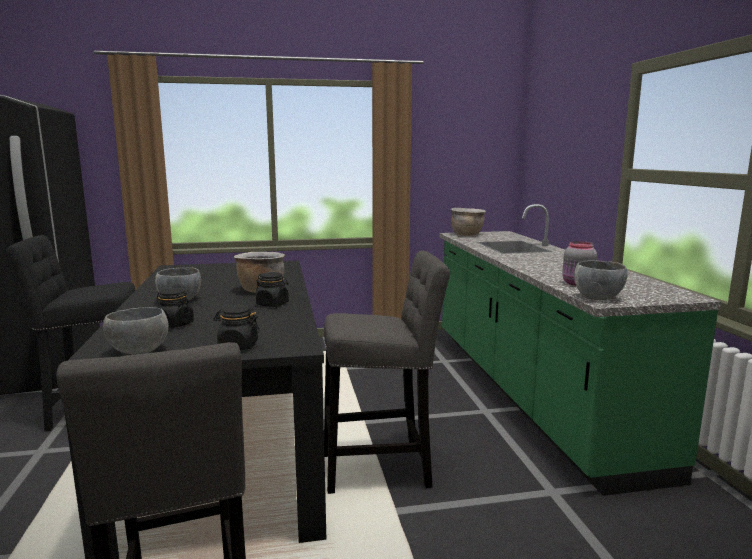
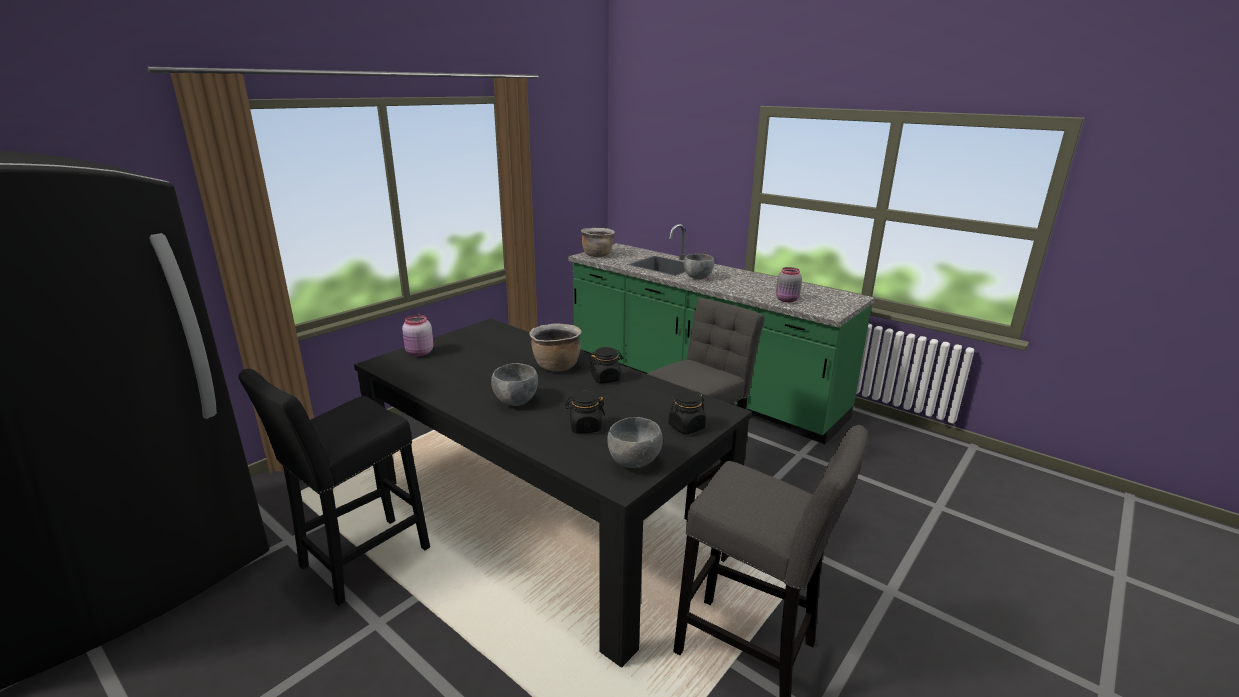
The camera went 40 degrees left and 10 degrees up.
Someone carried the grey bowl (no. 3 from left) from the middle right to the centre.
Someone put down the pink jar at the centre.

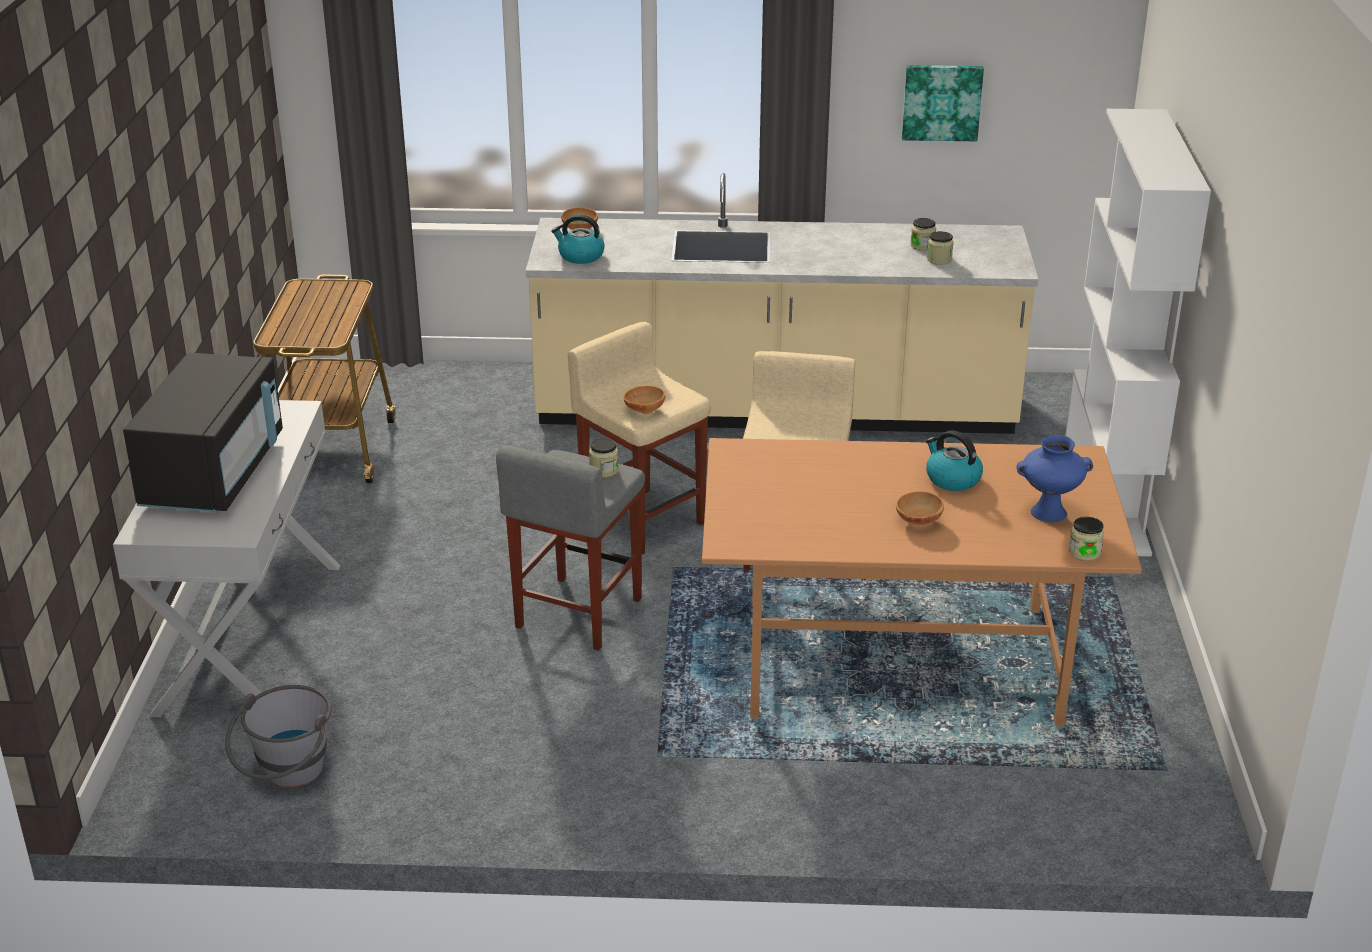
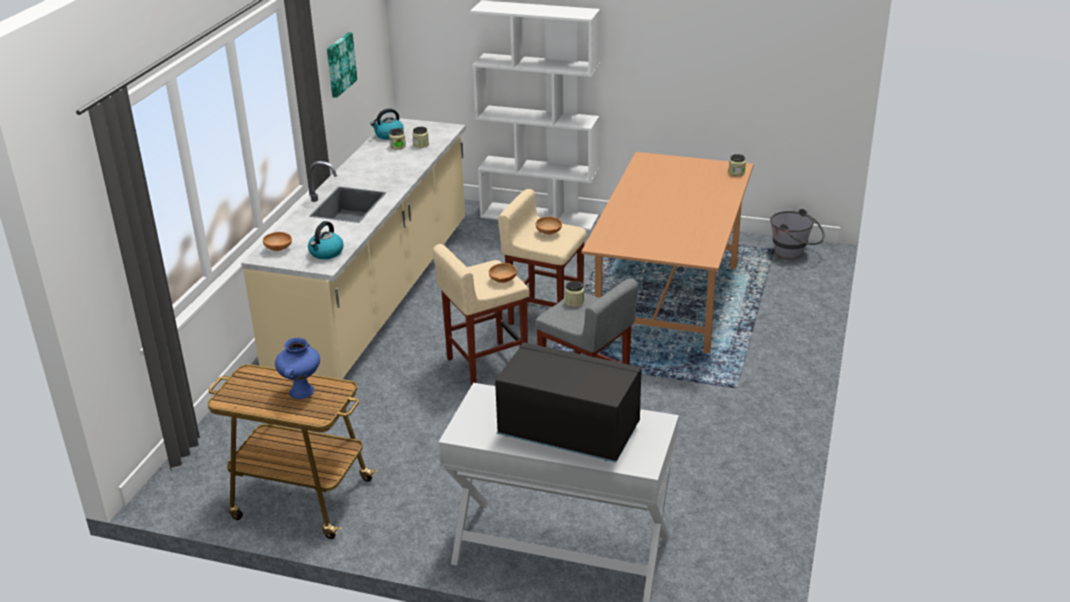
The camera went 75 degrees left and 0 degrees up.
Someone carried the kettle (no. 2 from left) from the middle right to the top centre.
Someone carried the blue vase from the middle right to the middle left.
Someone carried the brown bowl (no. 3 from left) from the middle right to the centre.
Someone carried the grey bucket from the bottom left to the middle right.

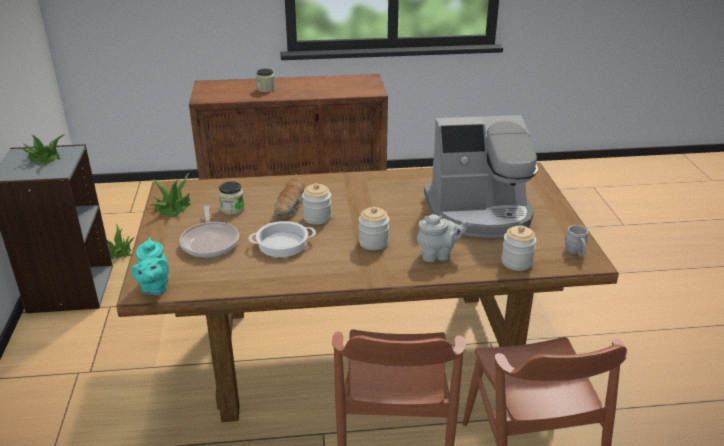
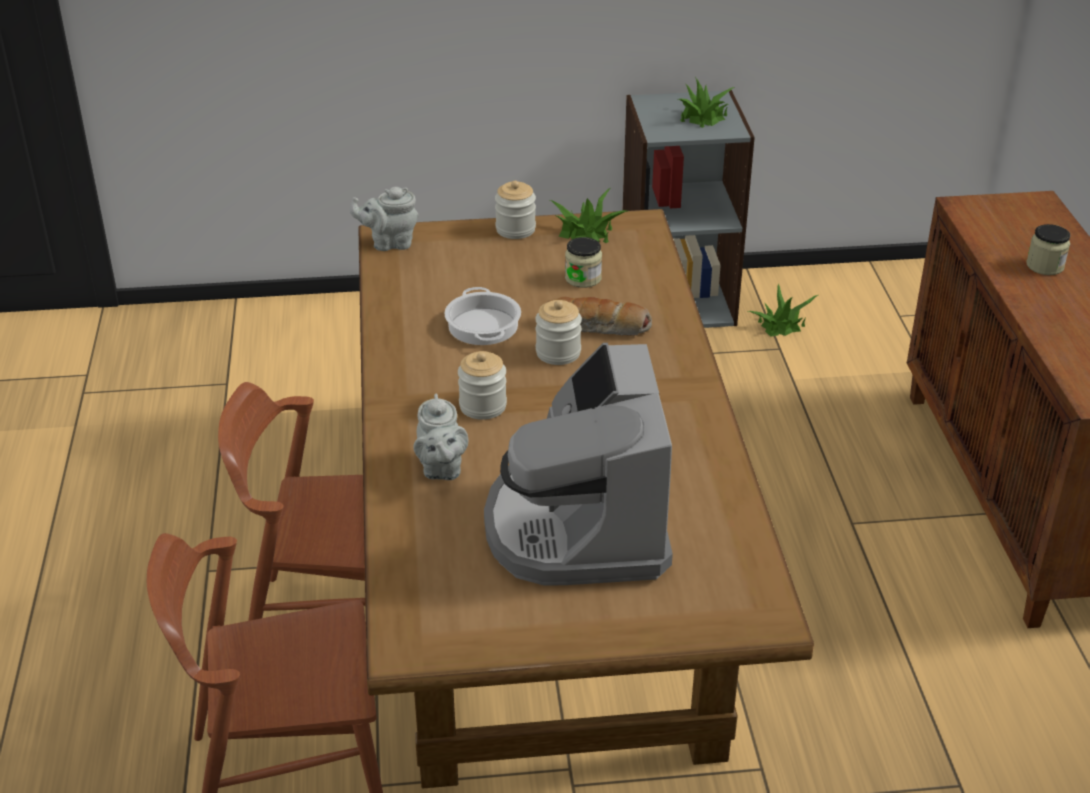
The camera went 90 degrees right and 5 degrees up.
Someone took away the frying pan at the middle left.
Someone took away the grey mug at the middle right.
Someone carried the jar (no. 5 from left in the first image) from the middle right to the top centre.
Someone repainted the turquoise teapot at the middle left, which became the grey teapot (no. 1 from left) at the top centre.

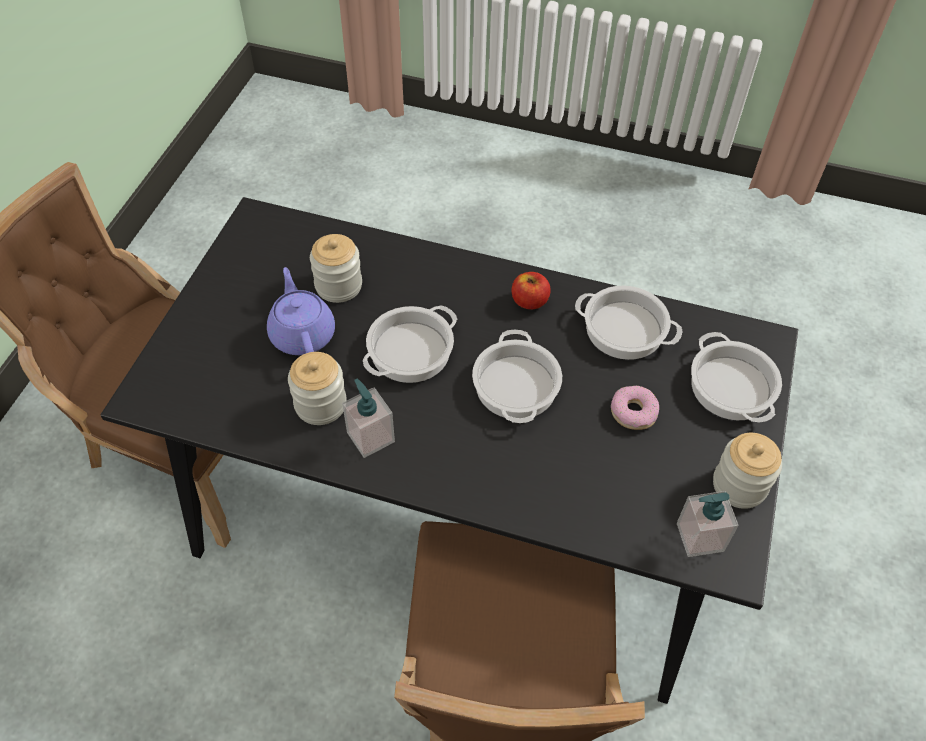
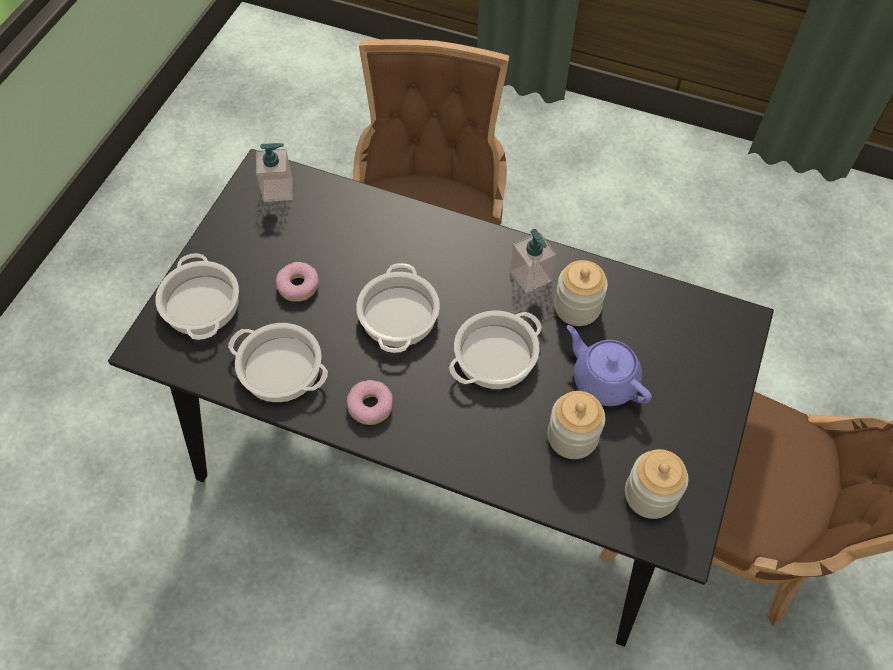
The camera went 175 degrees left and 5 degrees up.
Someone rotated the purple teapot at the middle left by 150 degrees clockwise.
Someone swapped the apple at the centre for the donut (no. 2 from left) at the centre.
Someone carried the jar (no. 3 from left) from the middle right to the bottom right.

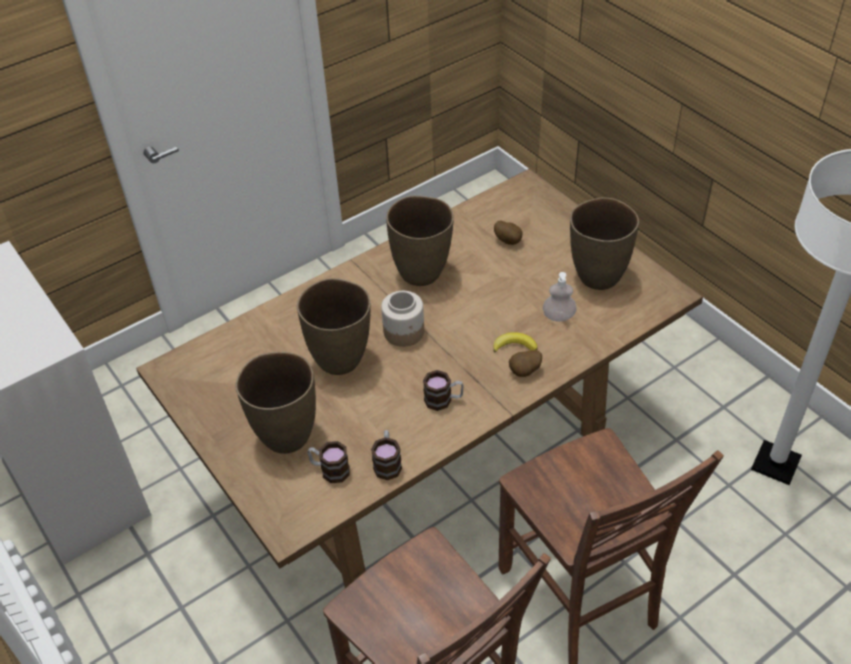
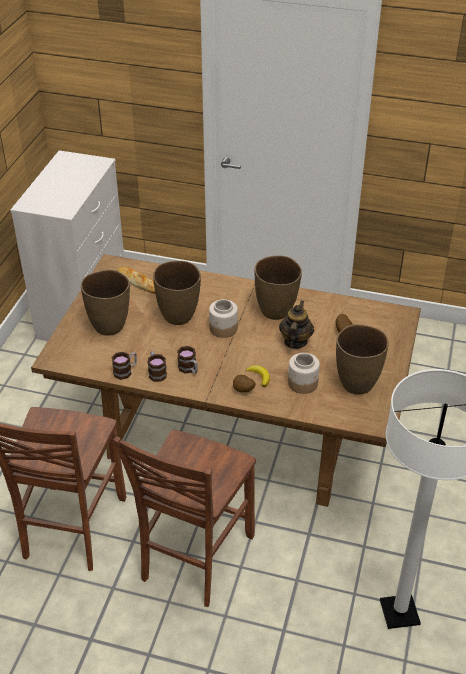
The camera went 50 degrees right and 5 degrees down.
Someone swapped the soap dispenser at the centre for the jar (no. 2 from left) at the centre.
Someone carried the mug (no. 1 from left in the first image) from the bottom centre to the centre.
Someone put down the bread at the middle left.
Someone put down the teapot at the centre.

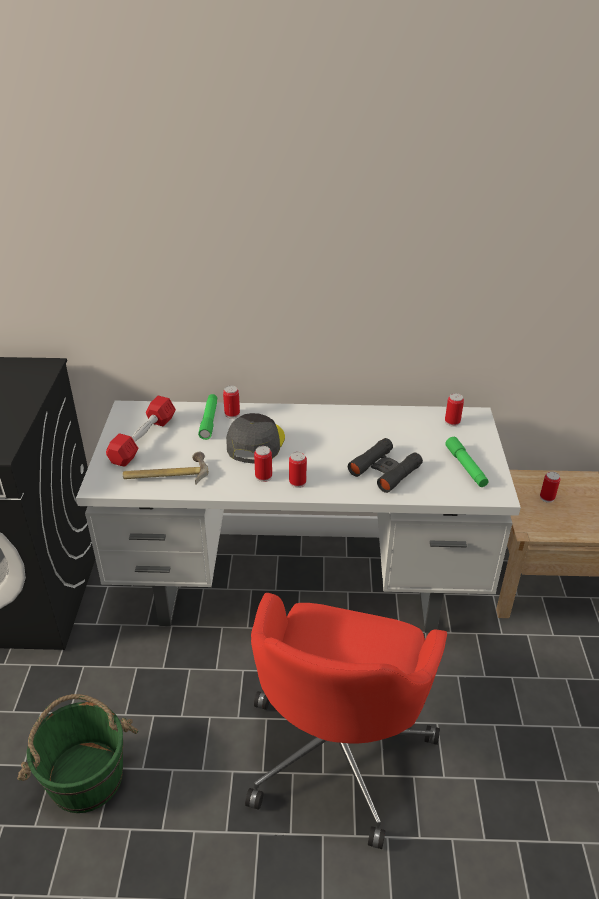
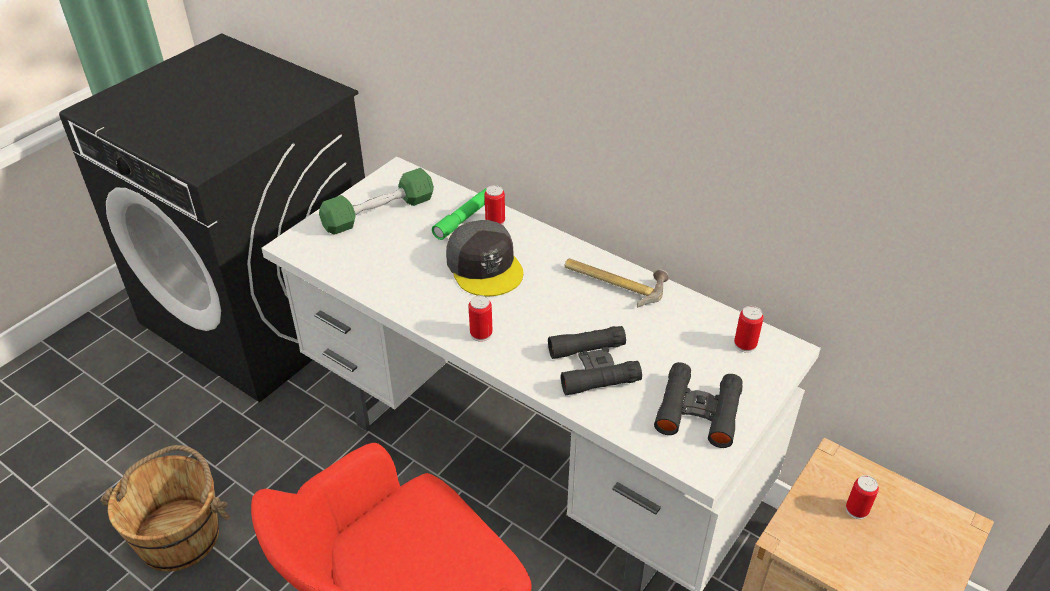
The camera went 35 degrees right and 5 degrees up.
Someone repainted the red dumbbell at the middle left, which became the green dumbbell at the centre.
Someone rotated the grey cap at the centre by 105 degrees clockwise.
Someone swapped the green flashlight (no. 2 from left) at the middle right for the black binoculars (no. 2 from left) at the bottom centre.
Someone took away the can (no. 2 from left) at the centre.
Someone carried the hammer from the middle left to the centre.
Someone repainted the green bucket at the bottom left, which became the brown bucket at the bottom left.

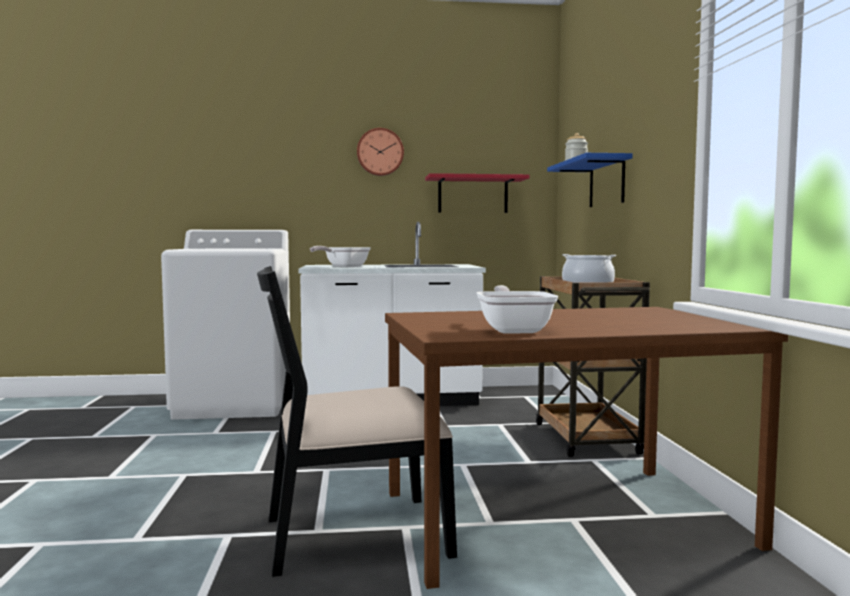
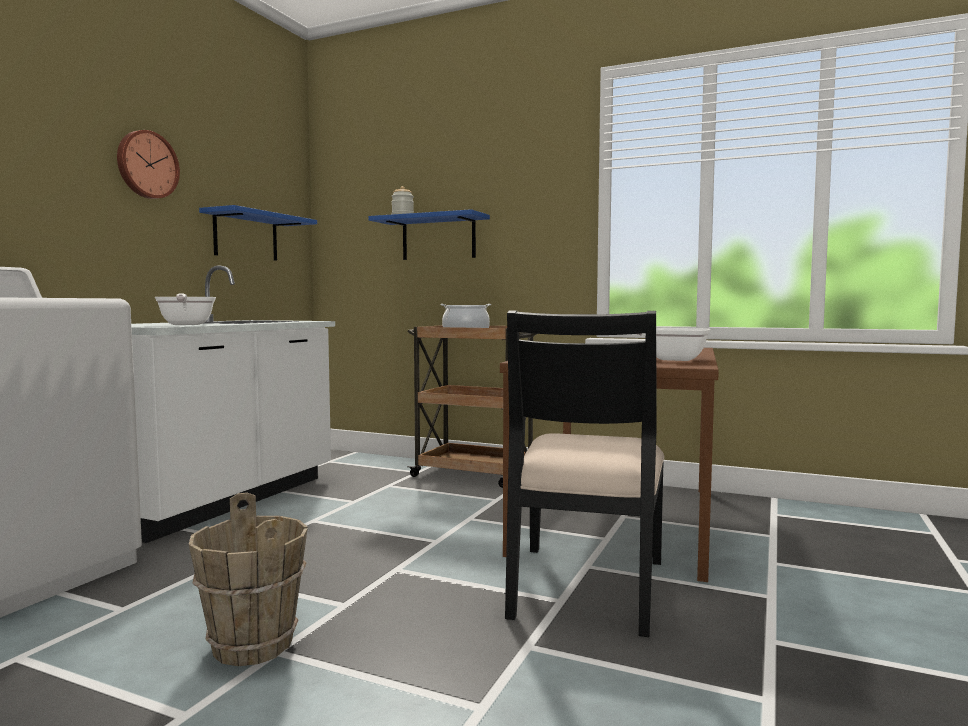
The camera went 60 degrees left and 0 degrees up.
Someone repainted the red shelf at the top centre, which became the blue shelf (no. 1 from left) at the top left.
Someone put down the brown bucket at the bottom left.

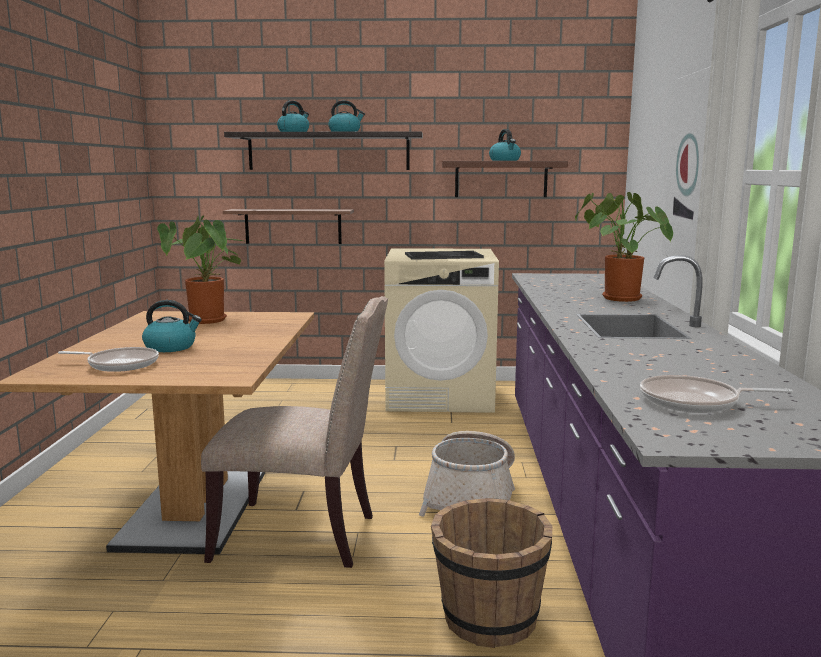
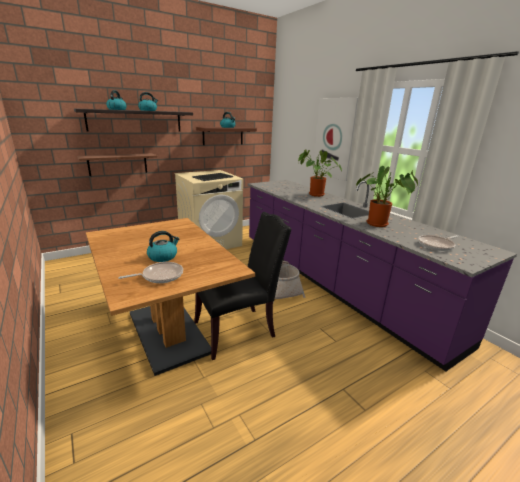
The camera went 35 degrees left and 10 degrees up.
Someone carried the potted plant (no. 1 from left in the first image) from the middle left to the middle right.
Someone repainted the beige chair at the centre, which became the black chair at the centre.
Someone took away the brown bucket at the bottom centre.

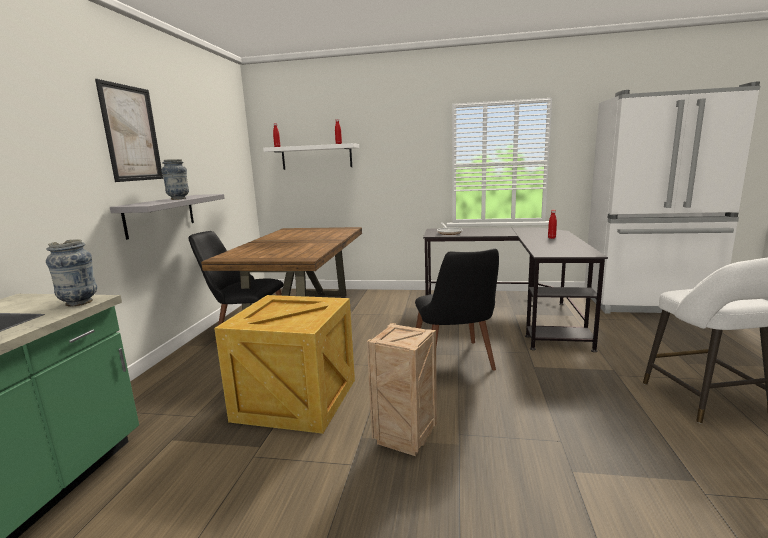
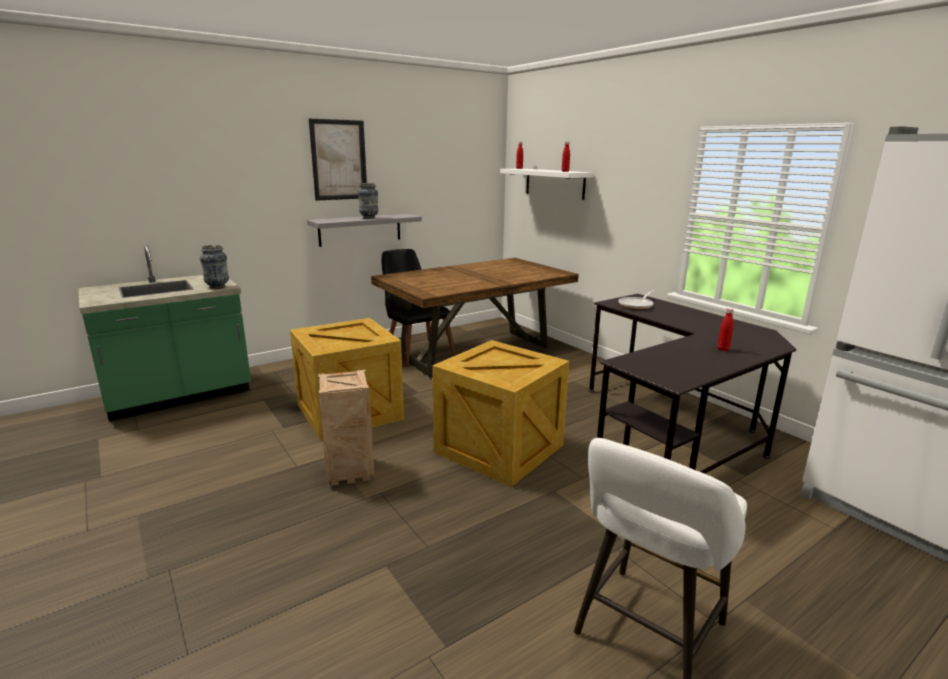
The camera went 45 degrees right and 5 degrees up.
Someone swapped the black chair (no. 2 from left) at the centre for the crate (no. 3 from left) at the centre.

